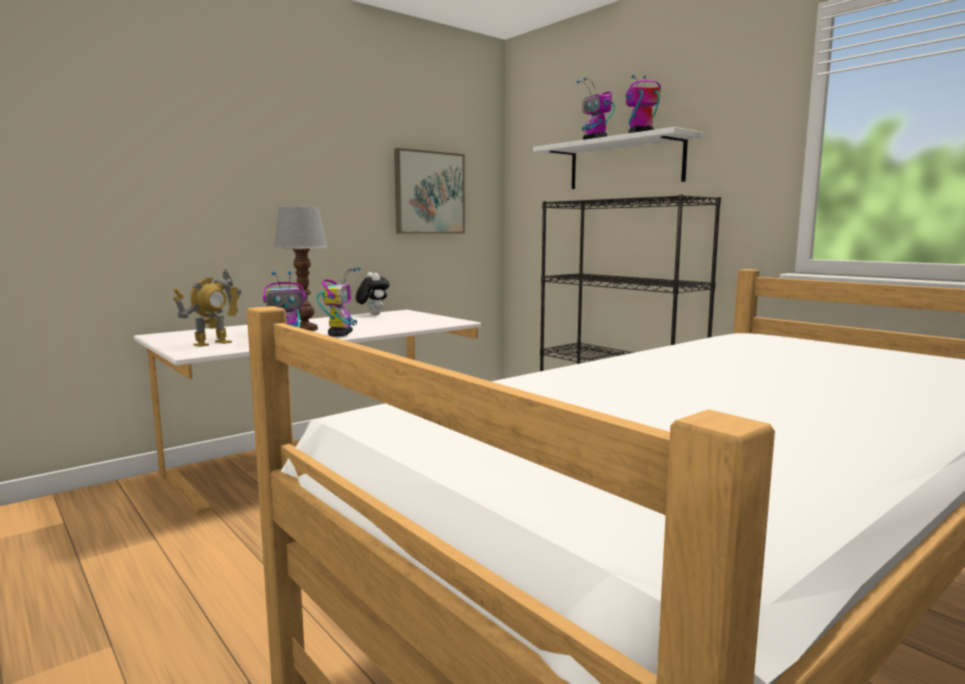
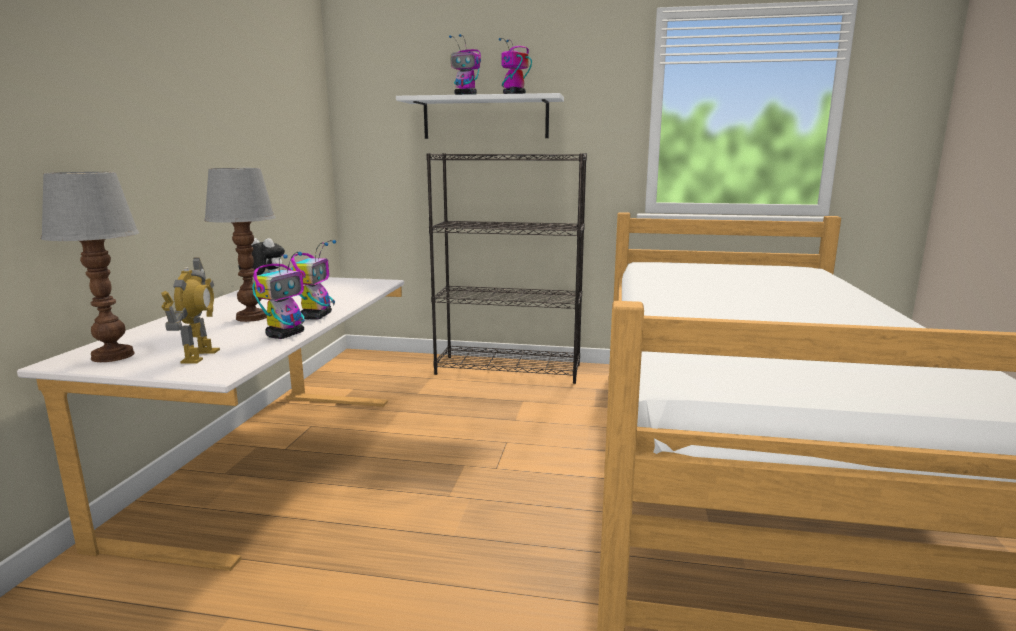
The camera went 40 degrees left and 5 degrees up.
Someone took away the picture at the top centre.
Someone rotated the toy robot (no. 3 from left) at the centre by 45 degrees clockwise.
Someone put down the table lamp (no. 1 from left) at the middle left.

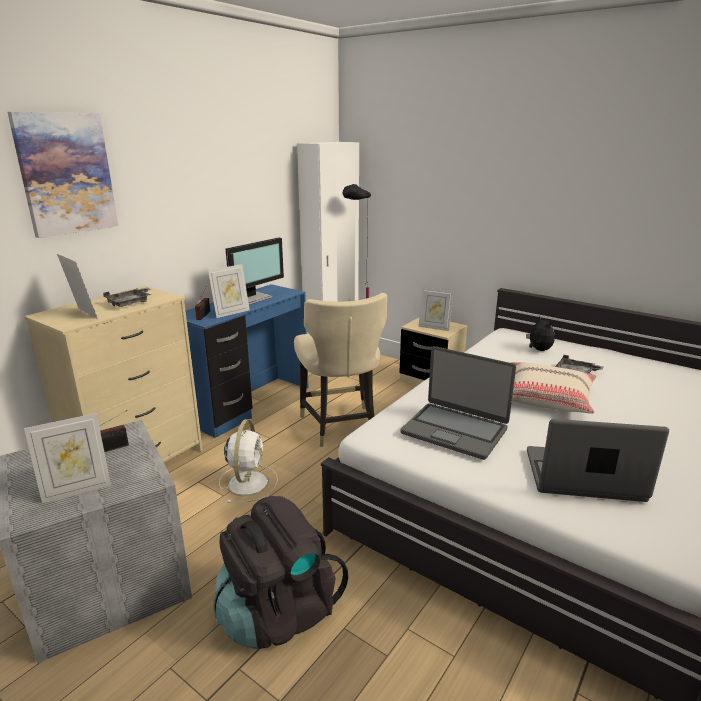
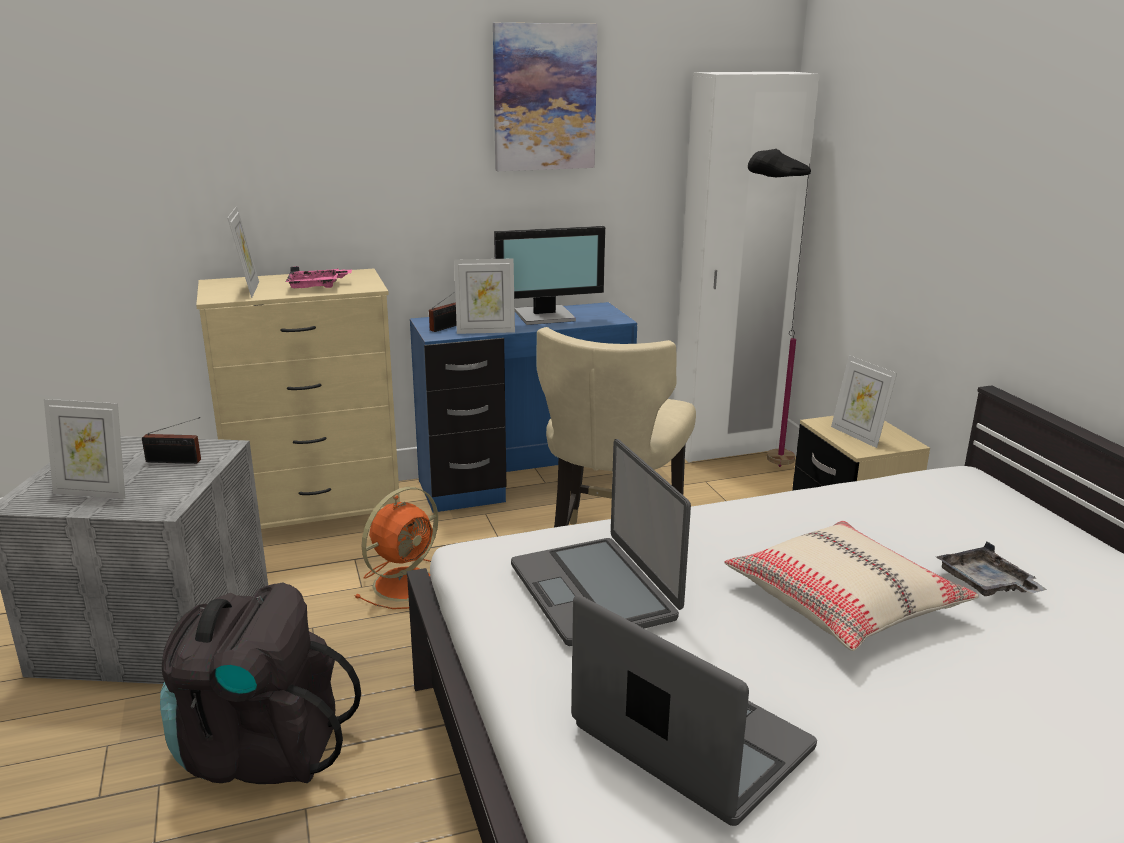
The camera went 35 degrees right and 0 degrees up.
Someone carried the picture from the top left to the top centre.
Someone repainted the grey tray (no. 1 from left) at the middle left, which became the pink tray at the top left.
Someone took away the plush toy at the middle right.
Someone repainted the white fan at the centre, which became the orange fan at the centre.

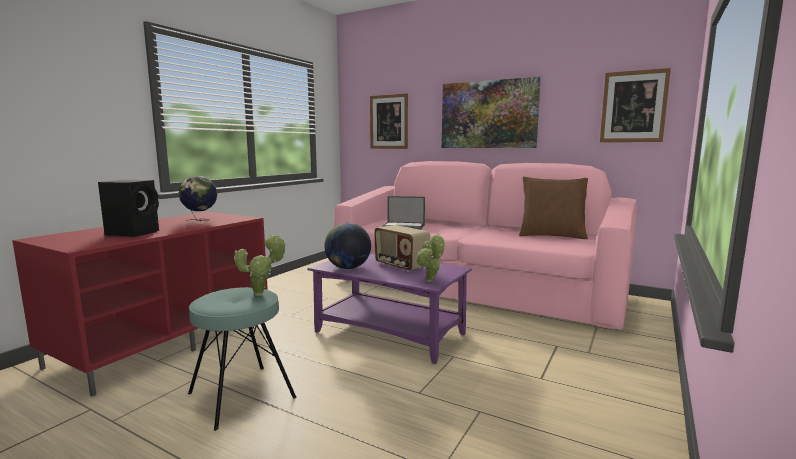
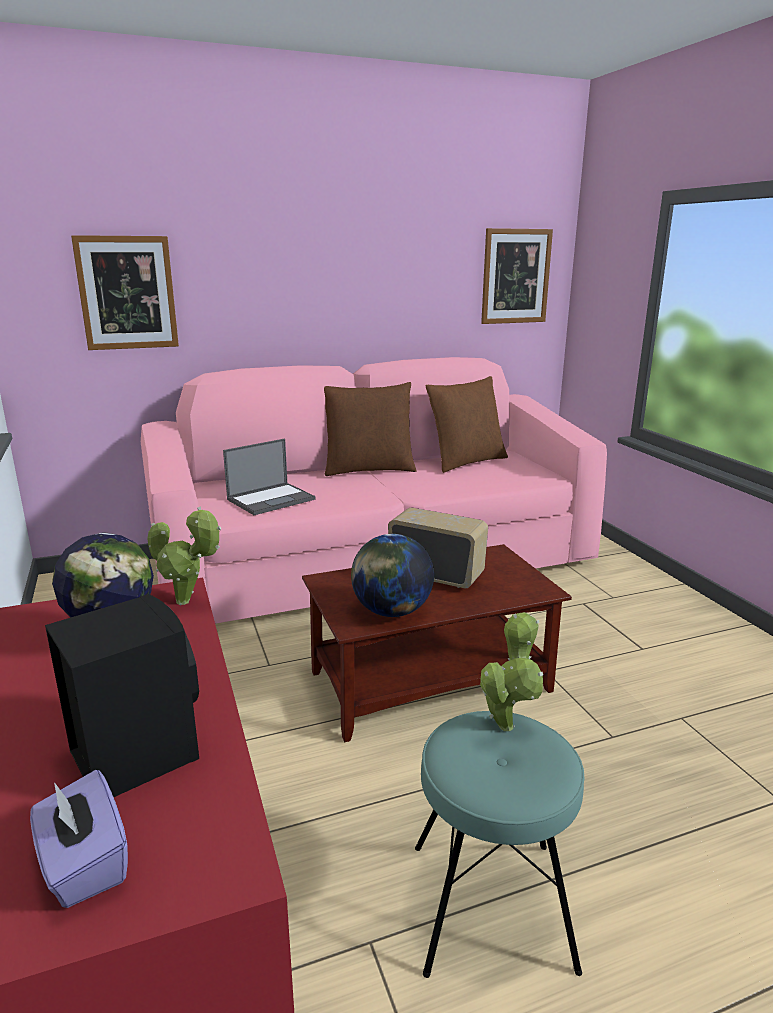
The camera went 50 degrees left and 10 degrees up.
Someone took away the picture (no. 2 from left) at the top centre.
Someone rotated the radio at the centre by 150 degrees counterclockwise.
Someone carried the potted plant (no. 2 from left in the first image) from the centre to the middle left.
Someone repainted the purple coffee table at the bottom centre, which became the brown coffee table at the centre.
Someone put down the brown pillow (no. 1 from left) at the centre.
Someone put down the purple tissue box at the bottom left.

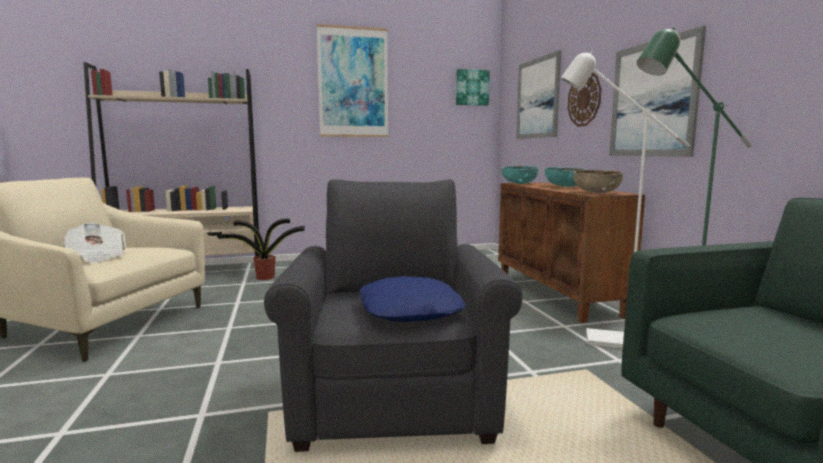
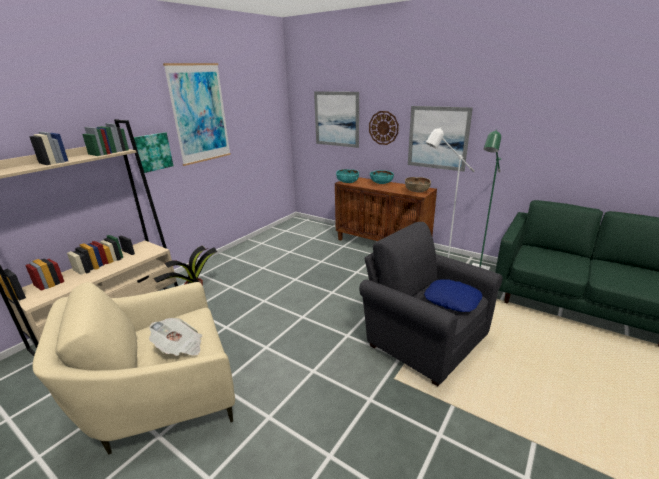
The camera went 40 degrees left and 15 degrees up.
Someone carried the picture (no. 2 from left in the first image) from the top centre to the top left.

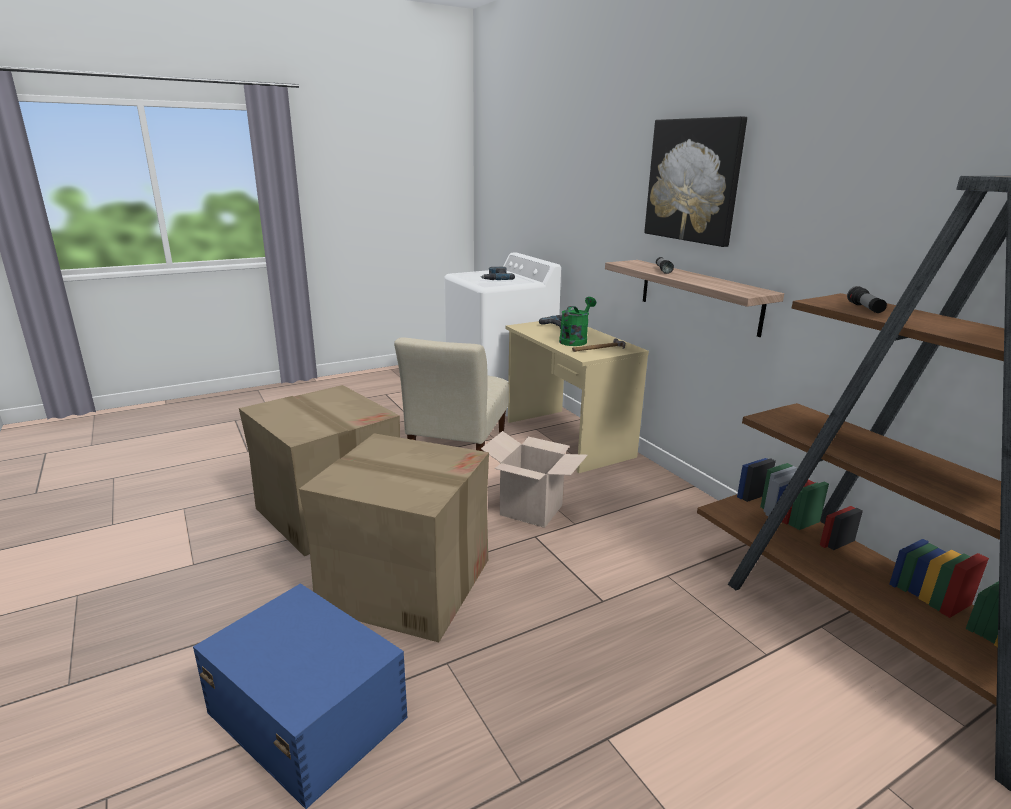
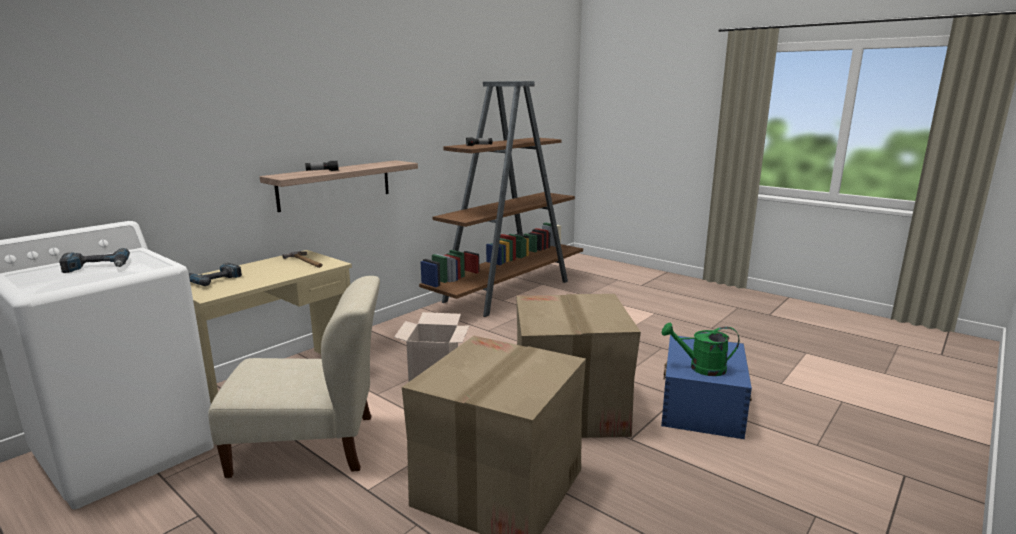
The camera went 110 degrees left and 5 degrees down.
Someone took away the picture at the top right.
Someone carried the green watering can from the centre to the middle right.

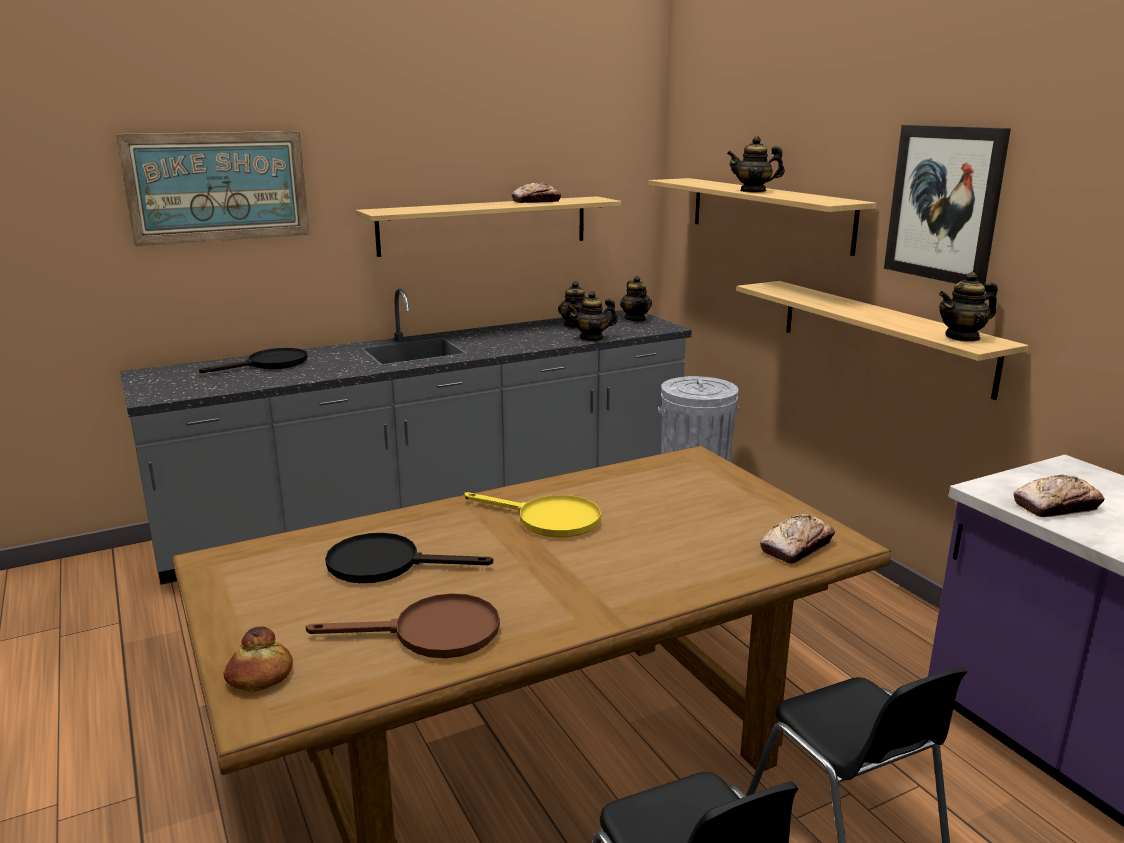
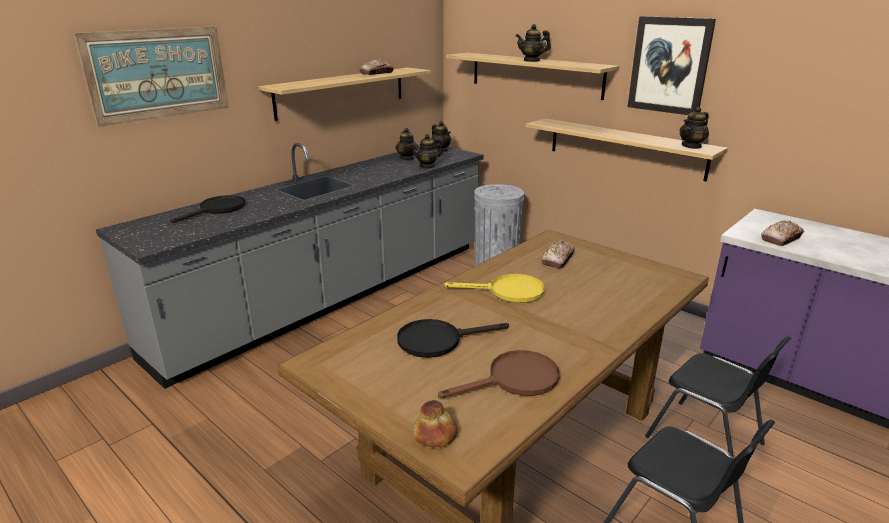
The camera went 20 degrees left and 5 degrees up.
Someone carried the bread (no. 3 from left) from the middle right to the centre.

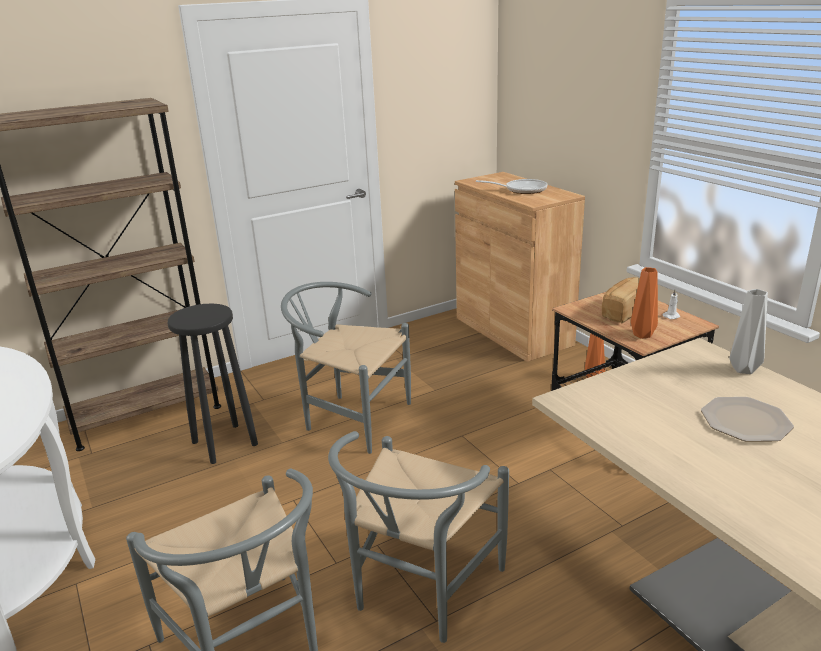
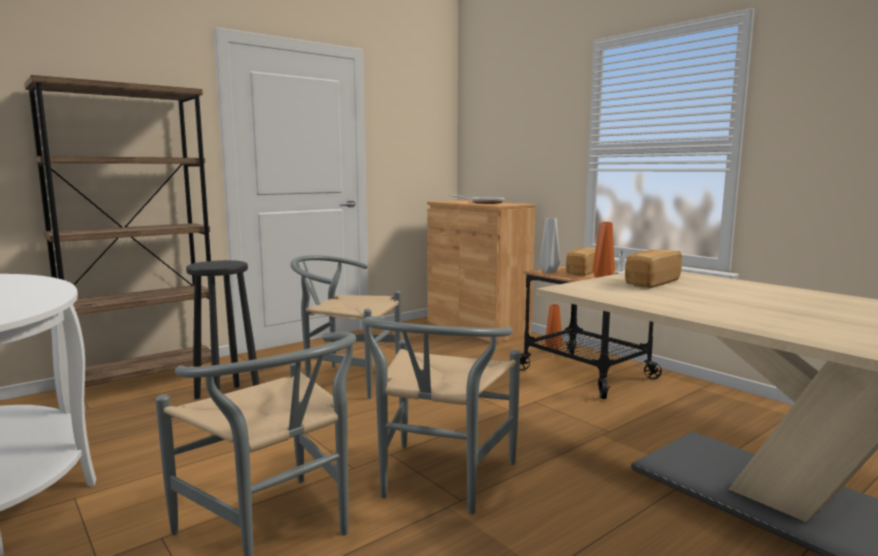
The camera went 10 degrees left and 15 degrees down.
Someone carried the grey vase from the middle right to the centre.
Someone took away the plate at the middle right.
Someone put down the bread (no. 2 from left) at the middle right.

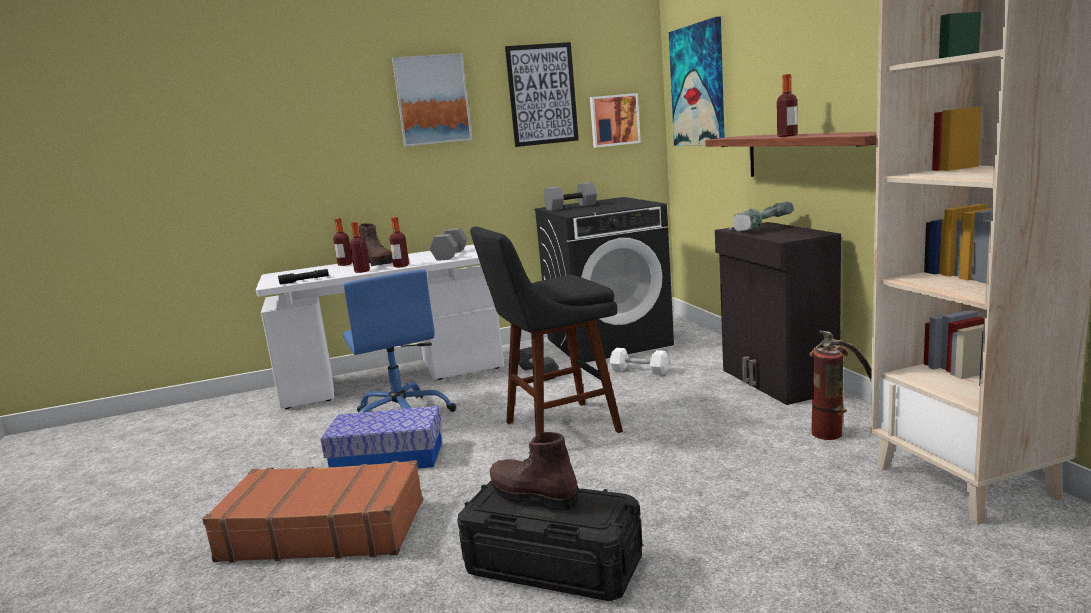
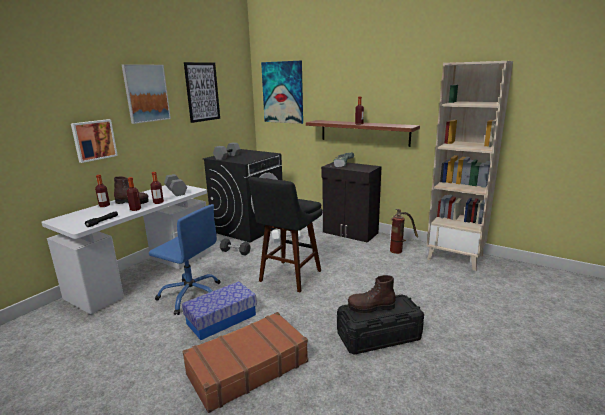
The camera went 40 degrees left and 5 degrees up.
Someone carried the picture (no. 3 from left in the first image) from the top centre to the middle left.

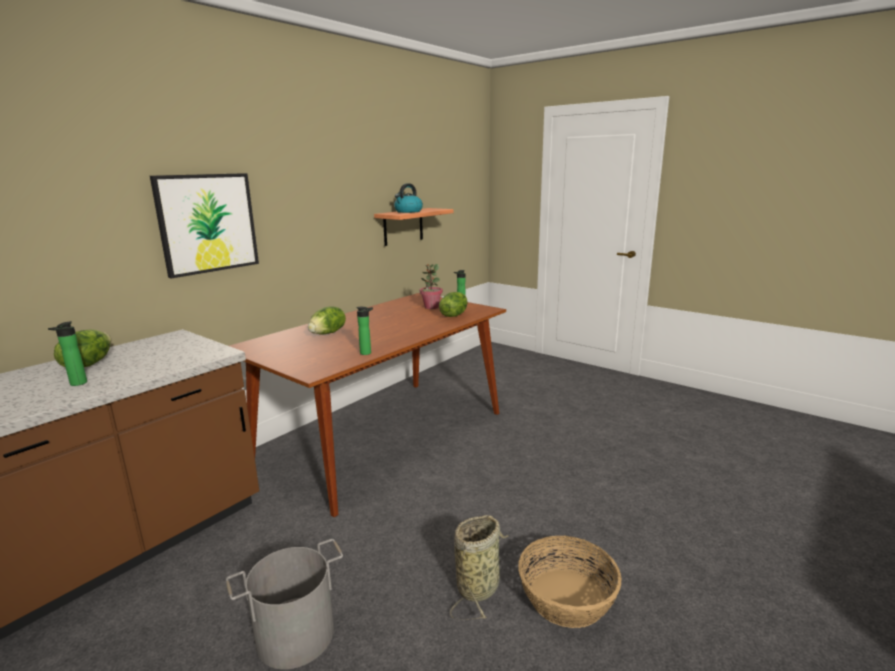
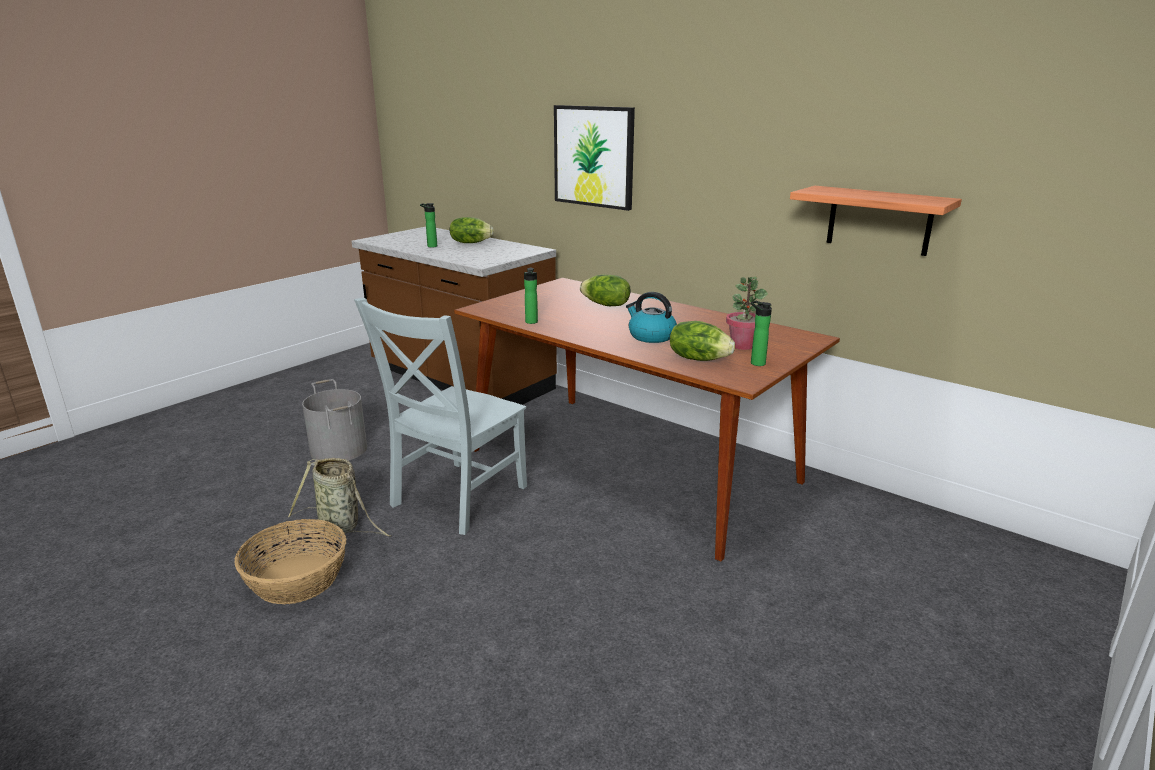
The camera went 90 degrees right and 5 degrees up.
Someone carried the kettle from the top centre to the centre.
Someone put down the grey chair at the centre.

